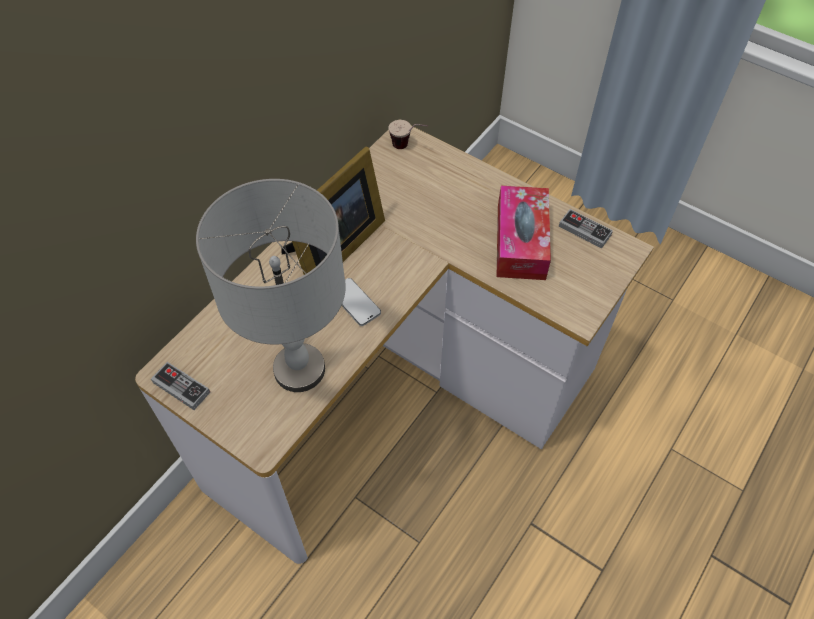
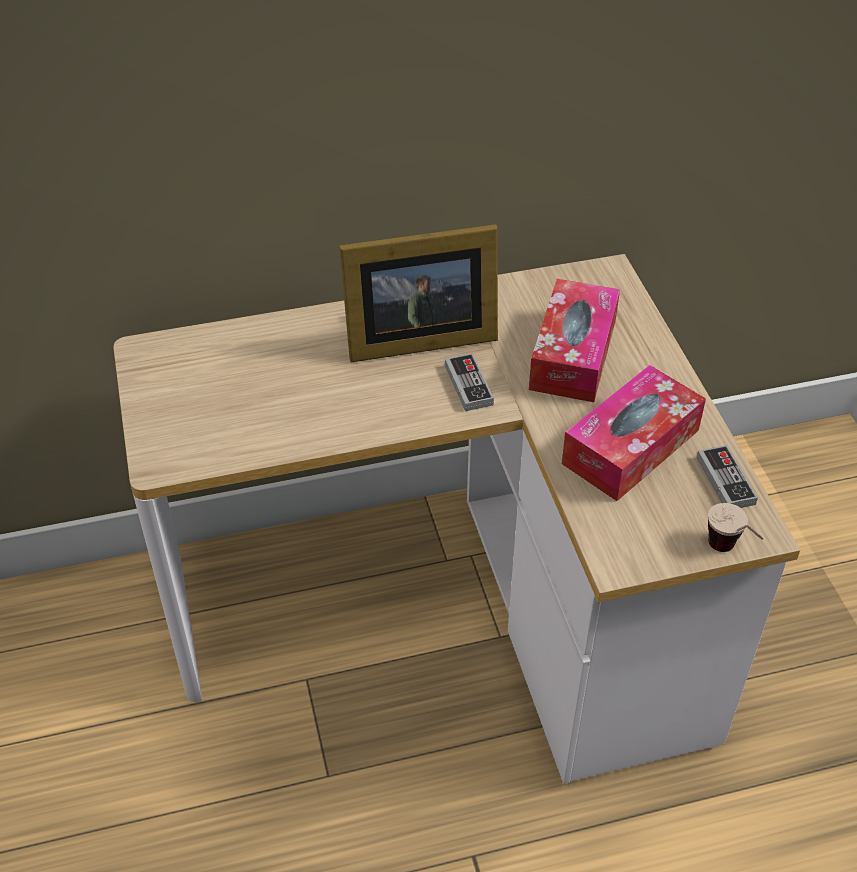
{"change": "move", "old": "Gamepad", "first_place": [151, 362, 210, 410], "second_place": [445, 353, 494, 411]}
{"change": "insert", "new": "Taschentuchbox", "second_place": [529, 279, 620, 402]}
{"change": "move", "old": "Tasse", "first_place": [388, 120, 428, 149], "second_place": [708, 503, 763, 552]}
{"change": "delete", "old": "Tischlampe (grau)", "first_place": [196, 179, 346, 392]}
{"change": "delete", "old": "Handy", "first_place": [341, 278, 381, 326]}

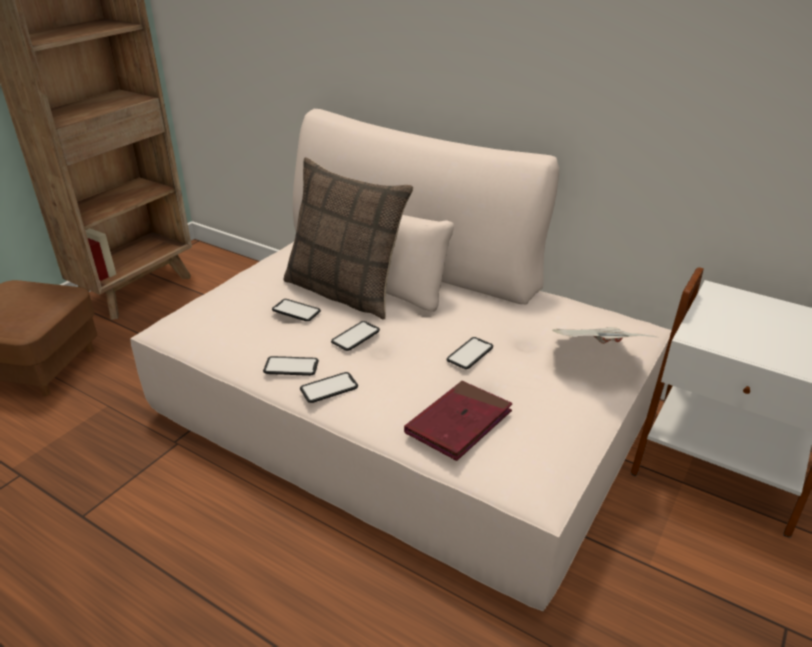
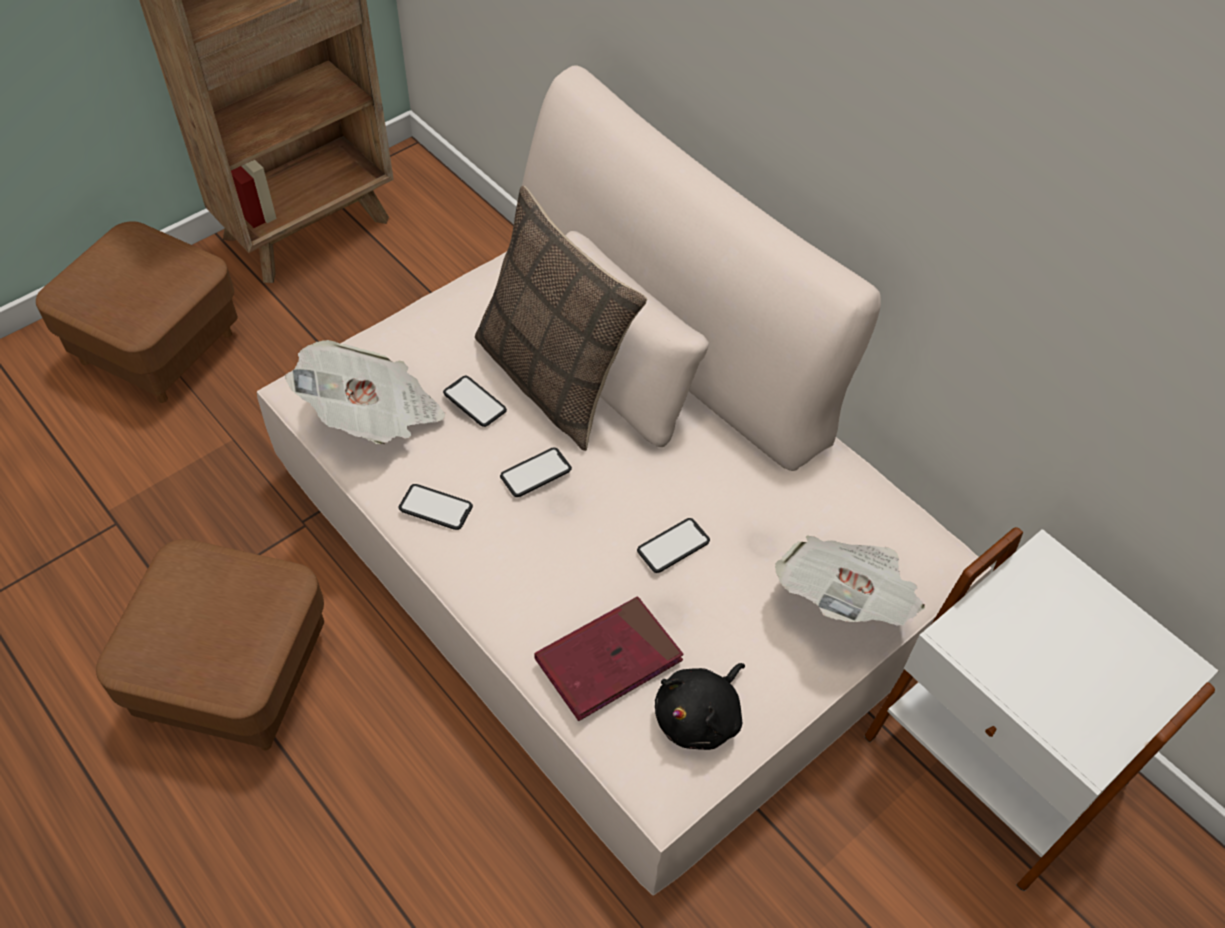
{"change": "insert", "new": "Polsterhocker (braun)", "second_place": [96, 539, 324, 750]}
{"change": "insert", "new": "Zeitung", "second_place": [285, 340, 445, 444]}
{"change": "insert", "new": "Plüschtier (schwarz)", "second_place": [655, 663, 745, 750]}
{"change": "delete", "old": "Handy", "first_place": [300, 372, 358, 403]}

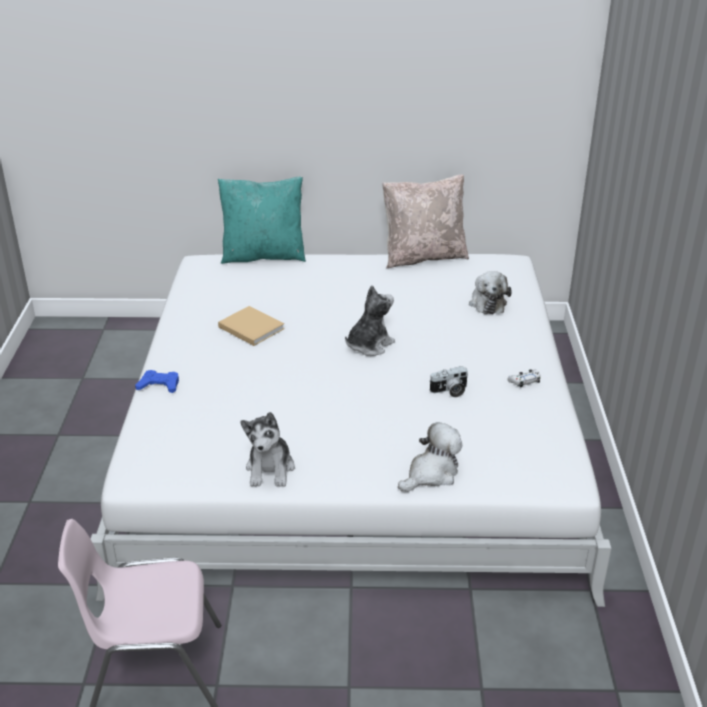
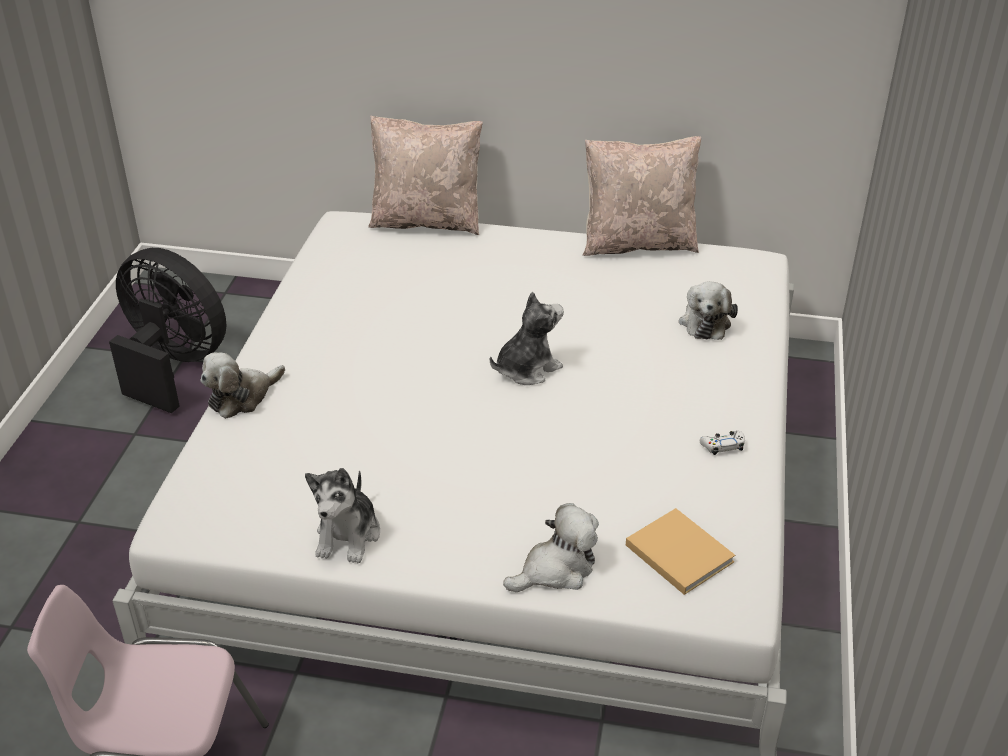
{"change": "insert", "new": "Ventilator (schwarz)", "second_place": [109, 248, 226, 413]}
{"change": "replace", "old": "Gamepad (blau)", "new": "Plüschtier", "first_place": [135, 370, 179, 393], "second_place": [201, 352, 285, 419]}
{"change": "recolor", "old": "Kissen (türkis)", "new": "Kissen (beige)", "first_place": [218, 177, 306, 264], "second_place": [368, 115, 483, 235]}
{"change": "move", "old": "Buch (beige)", "first_place": [218, 306, 285, 346], "second_place": [626, 508, 735, 595]}
{"change": "delete", "old": "Kamera", "first_place": [429, 366, 468, 397]}

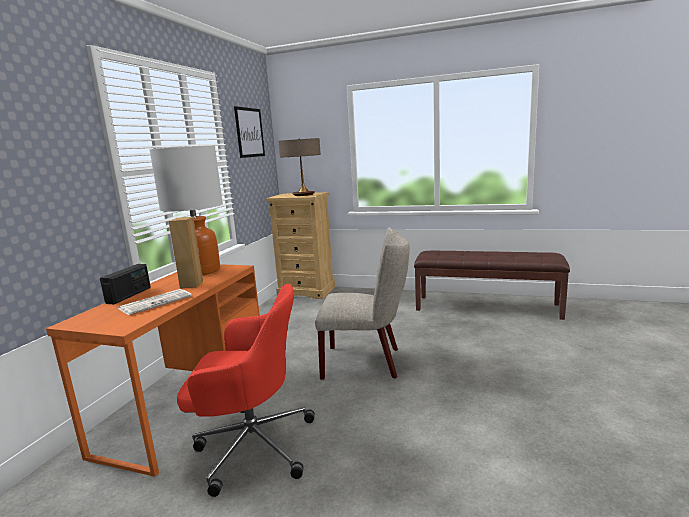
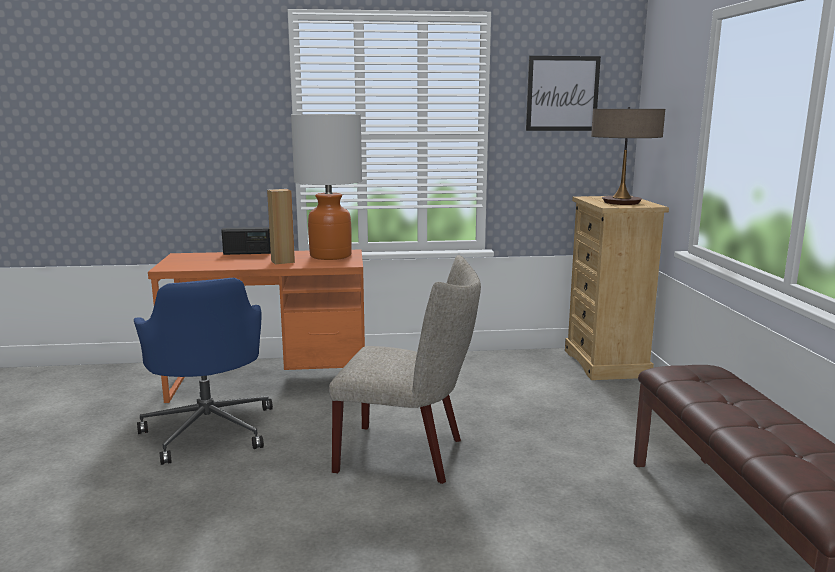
{"change": "recolor", "old": "Bürostuhl (rot)", "new": "Bürostuhl (blau)", "first_place": [177, 284, 315, 497], "second_place": [134, 278, 273, 465]}
{"change": "rotate", "old": "Stuhl (beige)", "first_place": [315, 227, 410, 380], "second_place": [329, 255, 481, 484], "degrees": -60}
{"change": "delete", "old": "Zeitung", "first_place": [118, 289, 192, 315]}

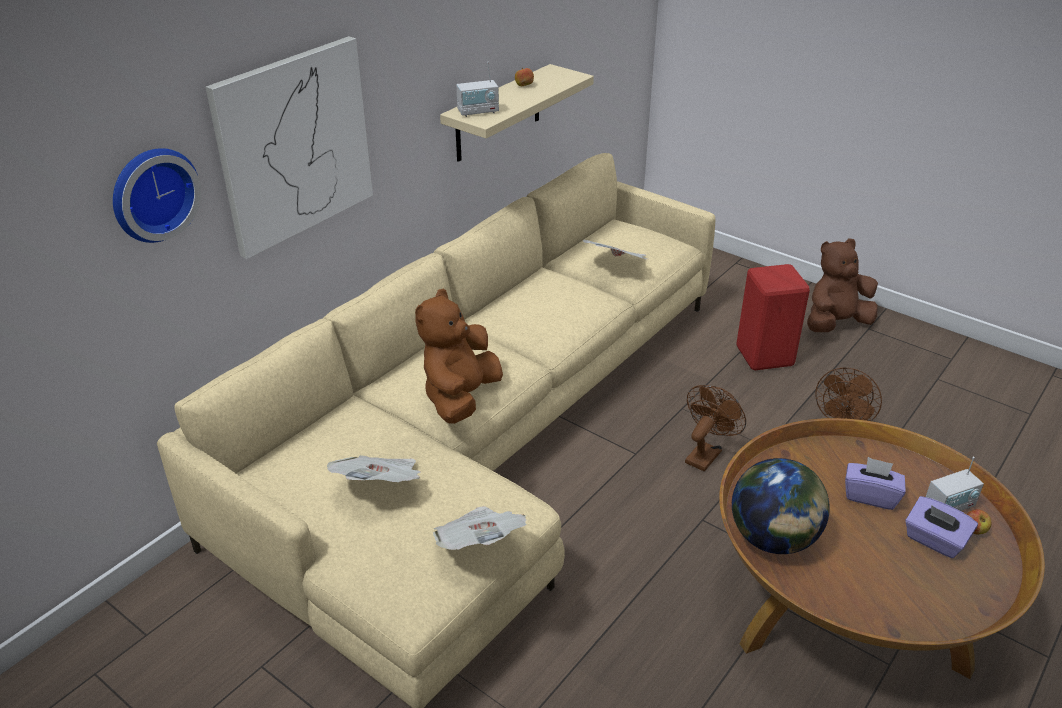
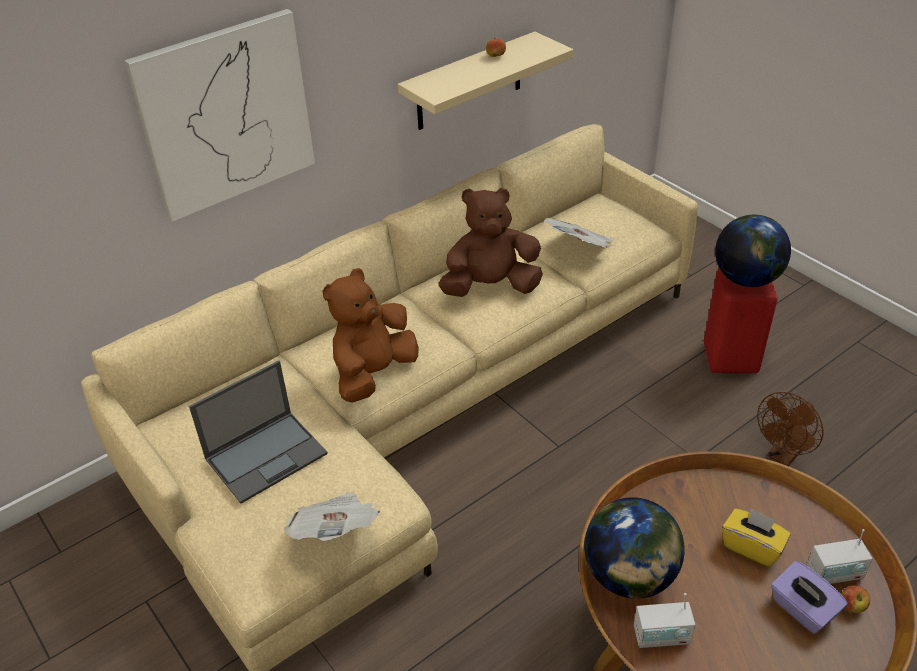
{"change": "replace", "old": "Zeitung", "new": "Laptop", "first_place": [327, 455, 421, 482], "second_place": [189, 360, 328, 504]}
{"change": "move", "old": "Plüschtier (braun)", "first_place": [807, 238, 878, 332], "second_place": [439, 188, 543, 297]}
{"change": "move", "old": "Radio", "first_place": [456, 62, 499, 117], "second_place": [634, 593, 696, 648]}
{"change": "insert", "new": "Globus", "second_place": [715, 215, 791, 287]}
{"change": "recolor", "old": "Taschentuchbox (lila)", "new": "Taschentuchbox (gelb)", "first_place": [845, 457, 906, 510], "second_place": [722, 508, 791, 567]}
{"change": "delete", "old": "Wanduhr", "first_place": [113, 148, 201, 243]}
{"change": "delete", "old": "Ventilator (braun)", "first_place": [685, 385, 746, 471]}

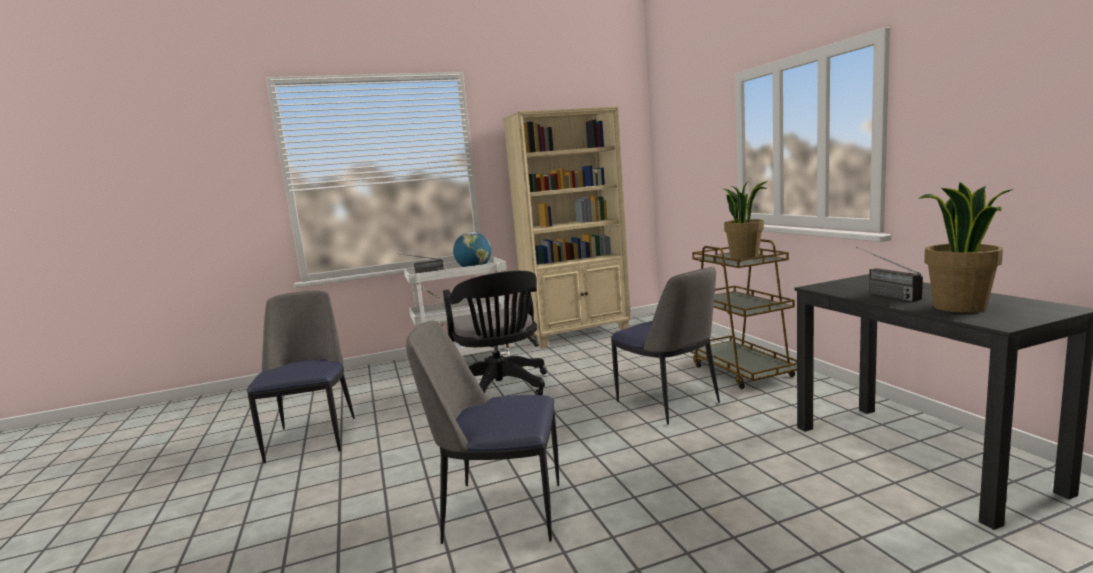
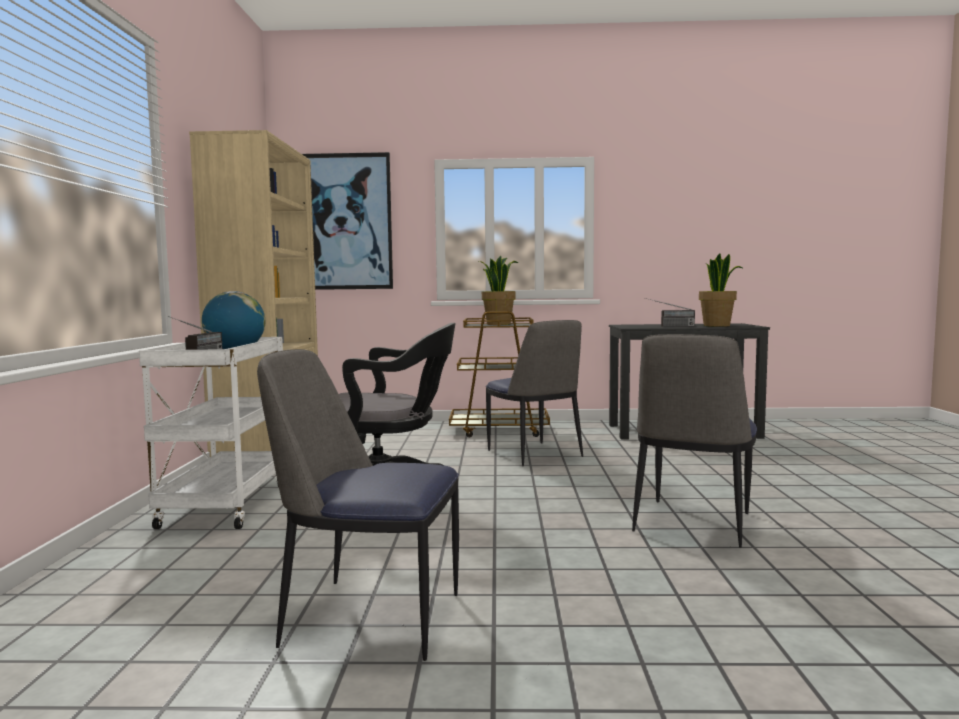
{"change": "insert", "new": "Bild", "second_place": [302, 152, 393, 290]}
{"change": "rotate", "old": "Stuhl", "first_place": [611, 267, 720, 425], "second_place": [486, 320, 583, 466], "degrees": 75}

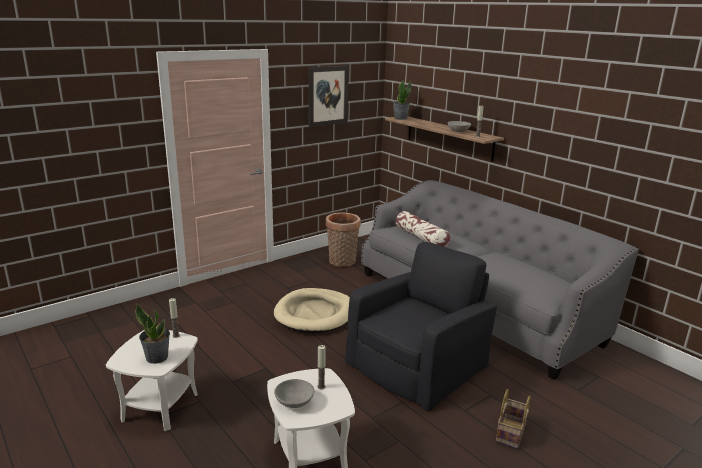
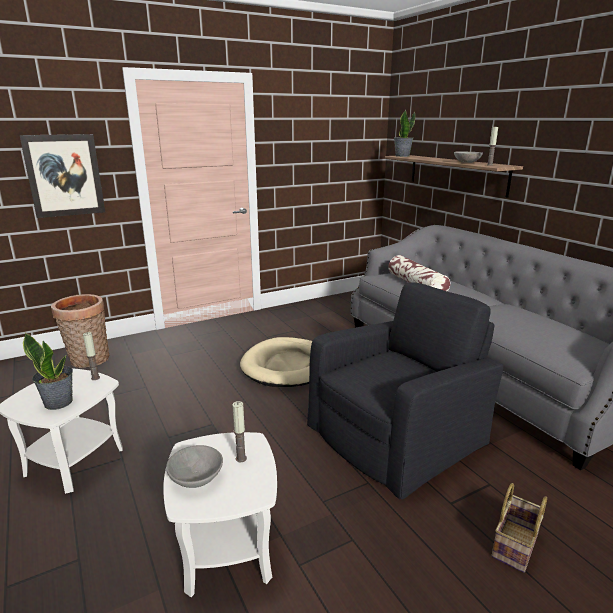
{"change": "move", "old": "Bild", "first_place": [308, 66, 349, 127], "second_place": [20, 134, 105, 218]}
{"change": "move", "old": "Korb", "first_place": [326, 212, 361, 267], "second_place": [51, 294, 109, 368]}

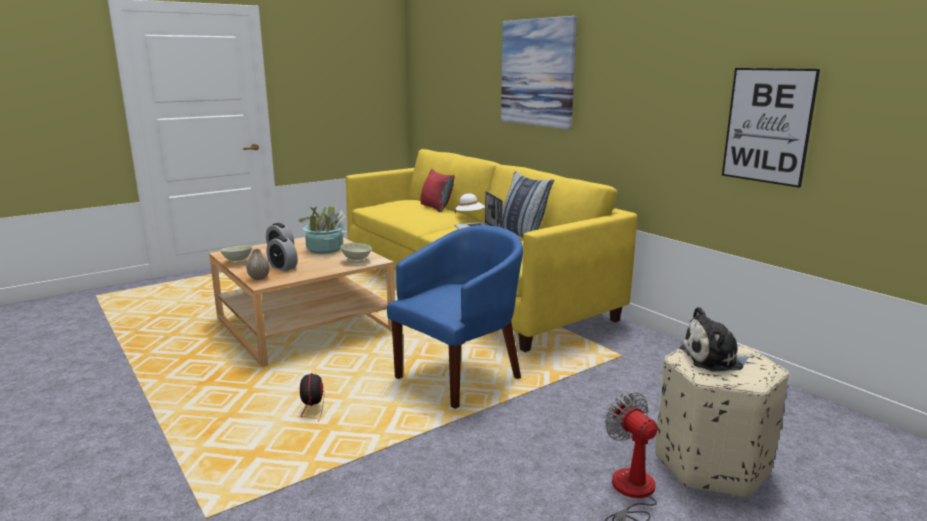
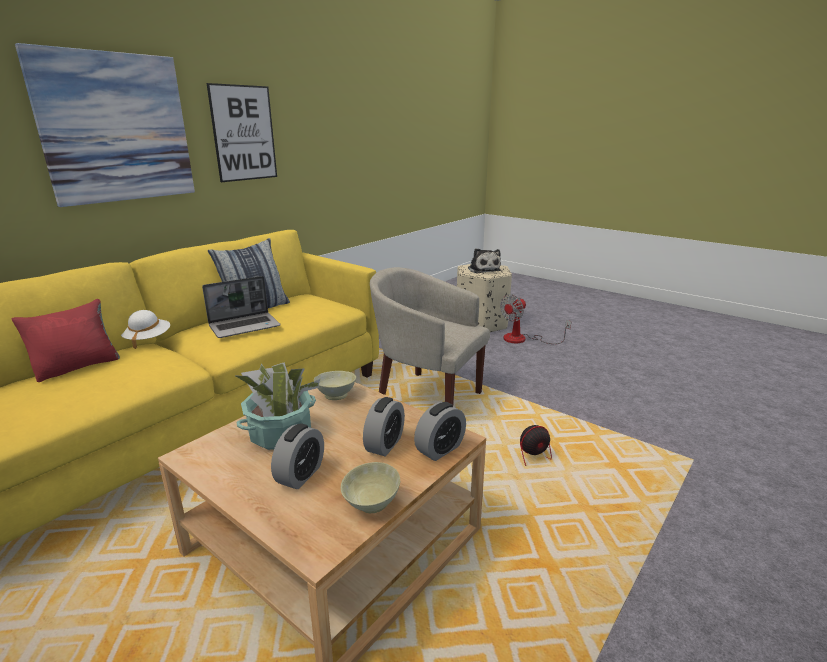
{"change": "move", "old": "Bild", "first_place": [722, 68, 820, 188], "second_place": [207, 83, 277, 182]}
{"change": "recolor", "old": "Sessel (blau)", "new": "Sessel (beige)", "first_place": [387, 225, 523, 409], "second_place": [370, 267, 490, 405]}
{"change": "replace", "old": "Vase", "new": "Wecker", "first_place": [246, 249, 270, 280], "second_place": [414, 402, 466, 461]}

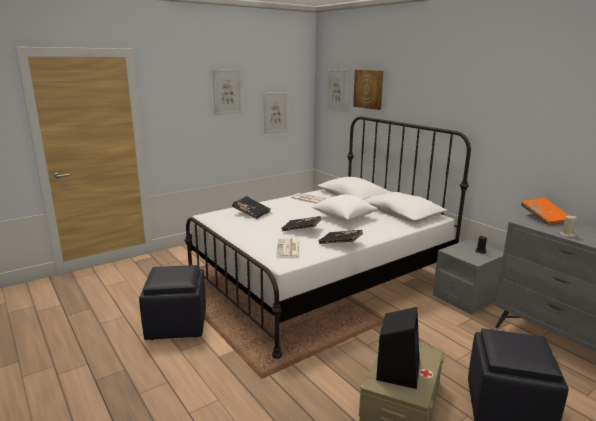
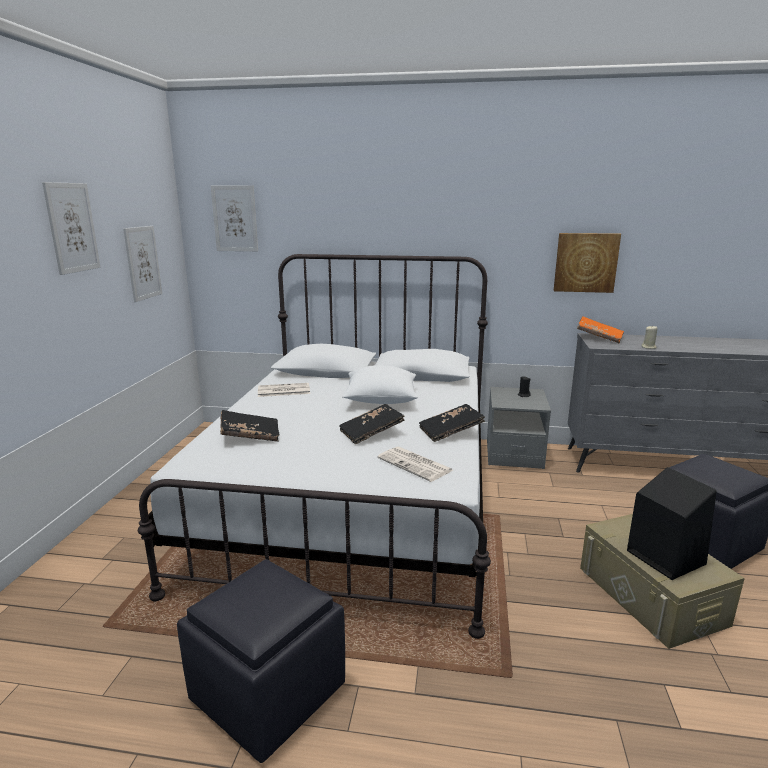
{"change": "move", "old": "Bild", "first_place": [353, 70, 383, 110], "second_place": [554, 233, 621, 293]}

